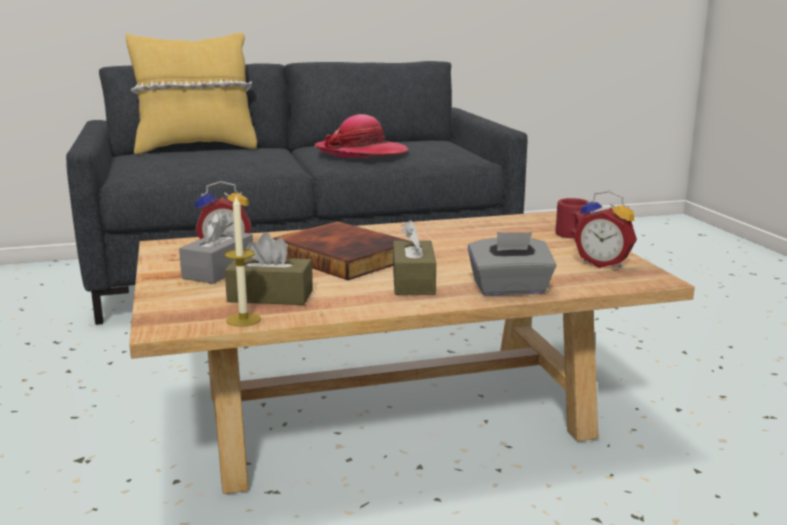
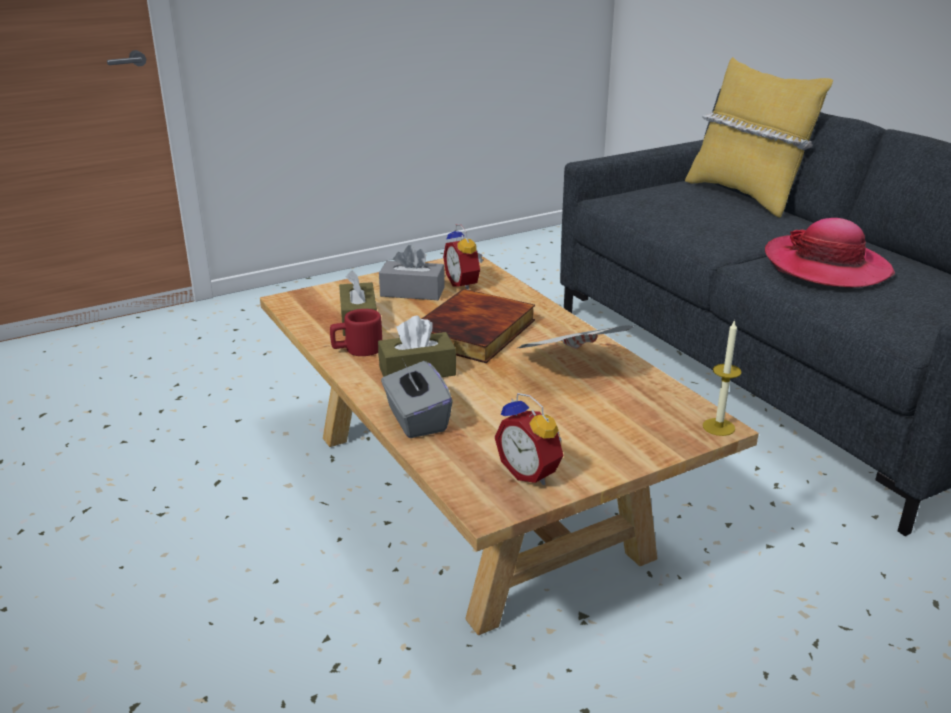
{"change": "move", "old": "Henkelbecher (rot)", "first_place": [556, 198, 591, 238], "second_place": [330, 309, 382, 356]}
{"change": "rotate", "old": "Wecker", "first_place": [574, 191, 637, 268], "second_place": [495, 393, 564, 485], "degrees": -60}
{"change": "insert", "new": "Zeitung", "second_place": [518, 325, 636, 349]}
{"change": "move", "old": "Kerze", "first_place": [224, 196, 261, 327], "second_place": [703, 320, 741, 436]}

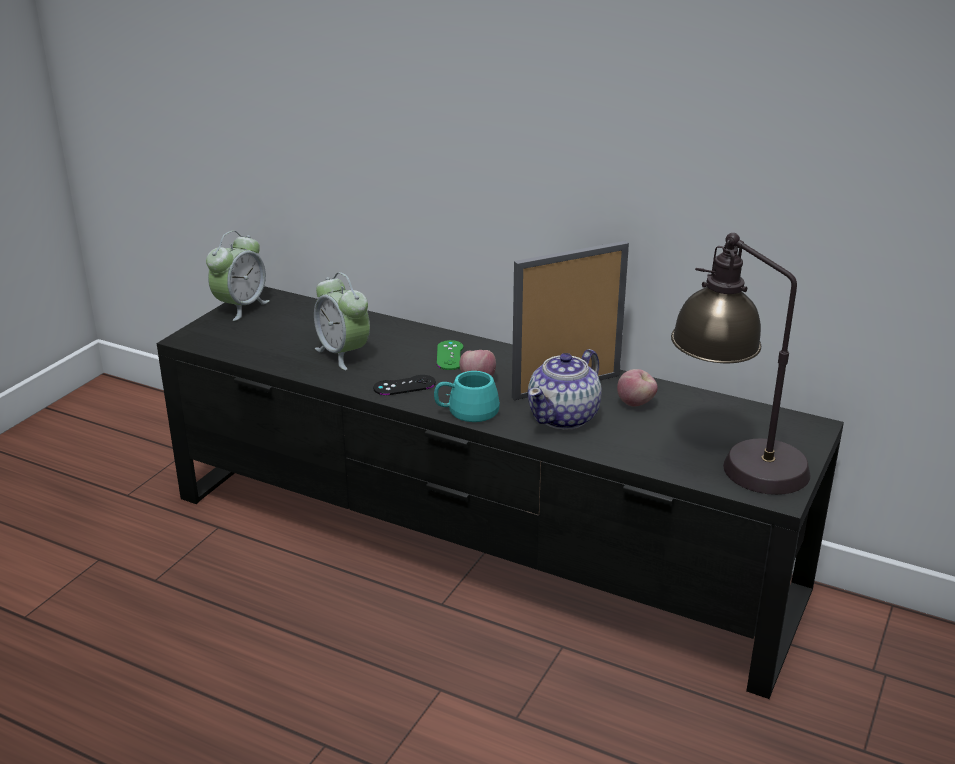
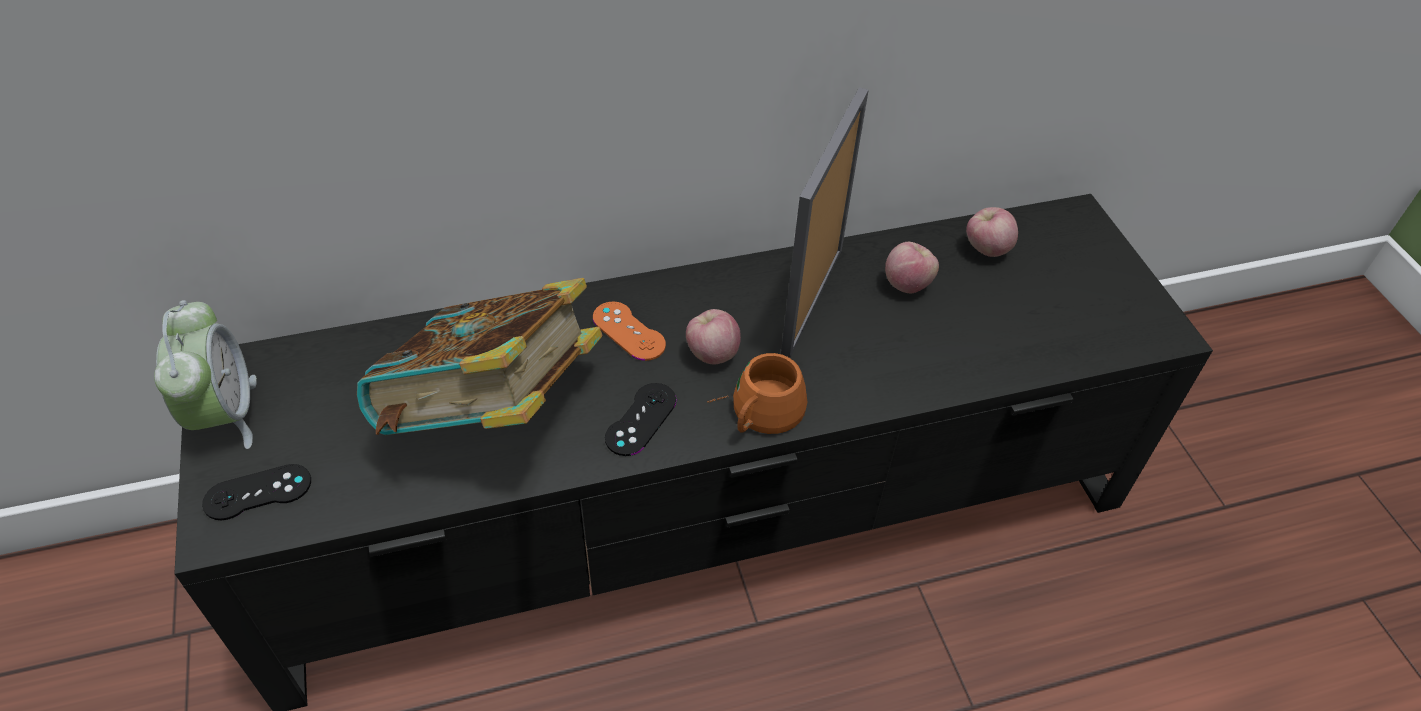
{"change": "insert", "new": "Gamepad (schwarz)", "second_place": [202, 464, 311, 520]}
{"change": "replace", "old": "Wecker", "new": "Buch", "first_place": [314, 272, 370, 370], "second_place": [357, 278, 603, 435]}
{"change": "recolor", "old": "Gamepad (grün)", "new": "Gamepad (orange)", "first_place": [437, 340, 463, 370], "second_place": [593, 302, 666, 361]}
{"change": "recolor", "old": "Henkelbecher (türkis)", "new": "Henkelbecher (orange)", "first_place": [434, 371, 500, 422], "second_place": [707, 353, 807, 434]}
{"change": "insert", "new": "Apfel", "second_place": [966, 207, 1018, 257]}
{"change": "delete", "old": "Teekanne", "first_place": [528, 349, 602, 430]}
{"change": "delete", "old": "Tischlampe", "first_place": [671, 233, 810, 495]}

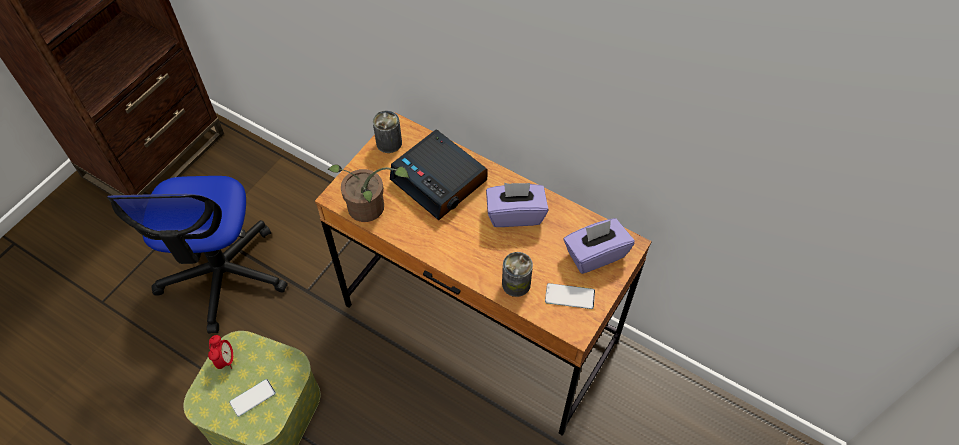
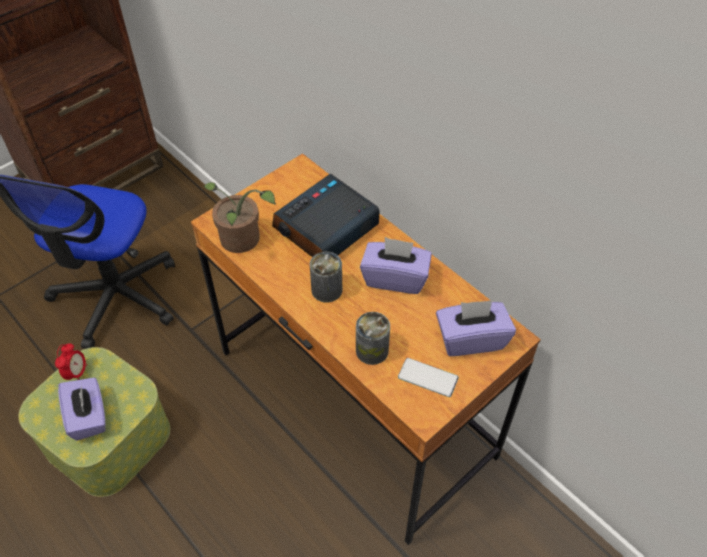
{"change": "replace", "old": "Handy", "new": "Taschentuchbox (lila)", "first_place": [229, 379, 276, 417], "second_place": [58, 378, 106, 441]}
{"change": "rotate", "old": "Wecker", "first_place": [390, 129, 488, 220], "second_place": [272, 174, 380, 257], "degrees": 75}
{"change": "move", "old": "Dose", "first_place": [373, 110, 402, 153], "second_place": [310, 252, 342, 303]}

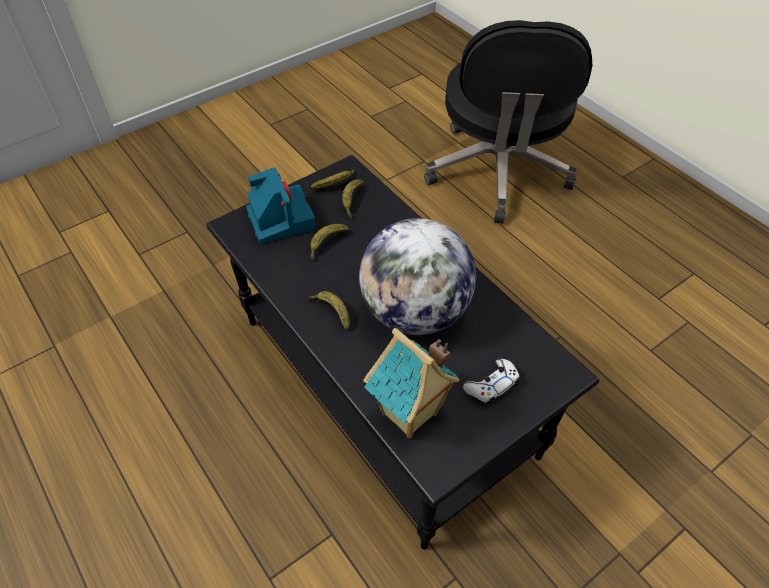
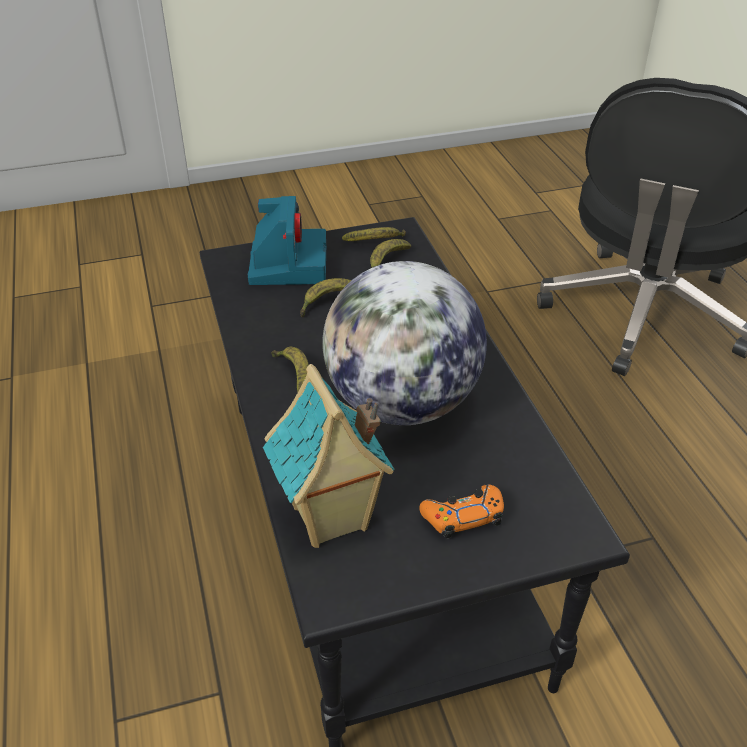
{"change": "recolor", "old": "Gamepad (weiß)", "new": "Gamepad (orange)", "first_place": [463, 359, 520, 405], "second_place": [419, 484, 504, 539]}

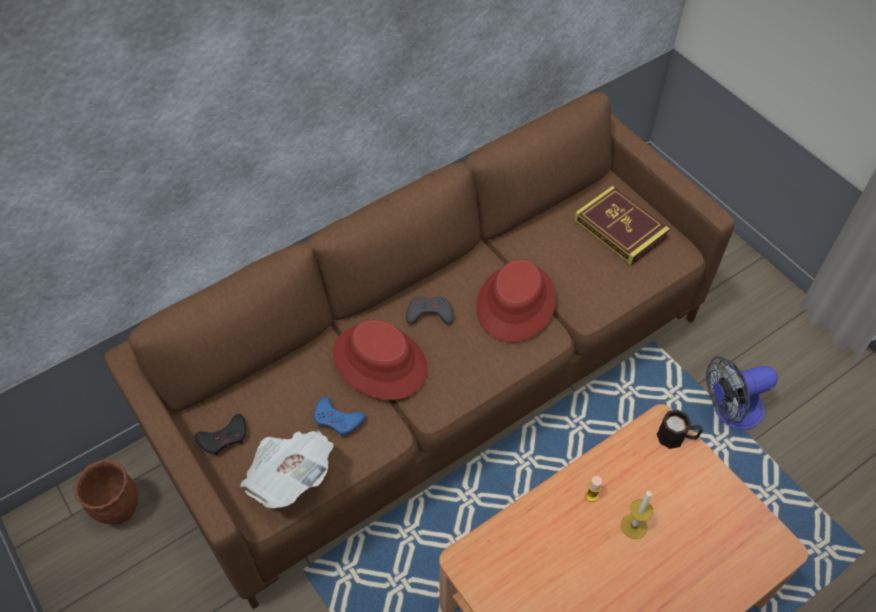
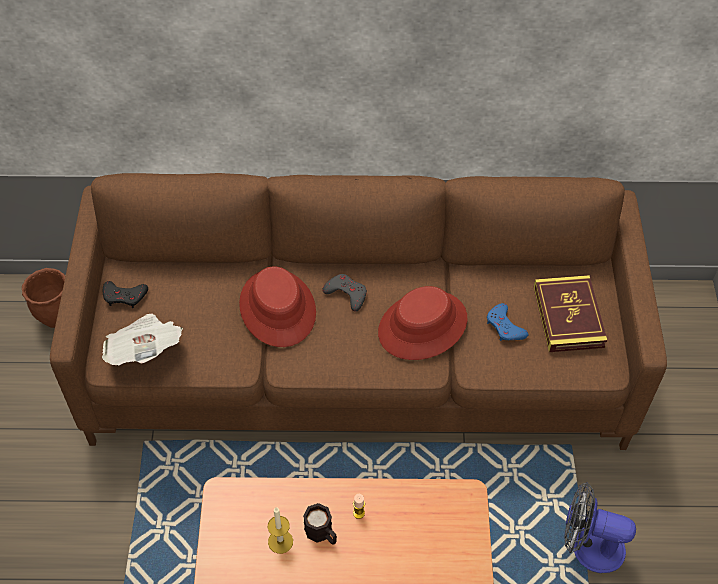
{"change": "move", "old": "Kerze", "first_place": [621, 490, 653, 539], "second_place": [268, 507, 293, 554]}
{"change": "move", "old": "Henkelbecher (schwarz)", "first_place": [657, 410, 703, 449], "second_place": [303, 503, 337, 545]}
{"change": "move", "old": "Gamepad (blau)", "first_place": [314, 397, 365, 437], "second_place": [487, 303, 528, 341]}

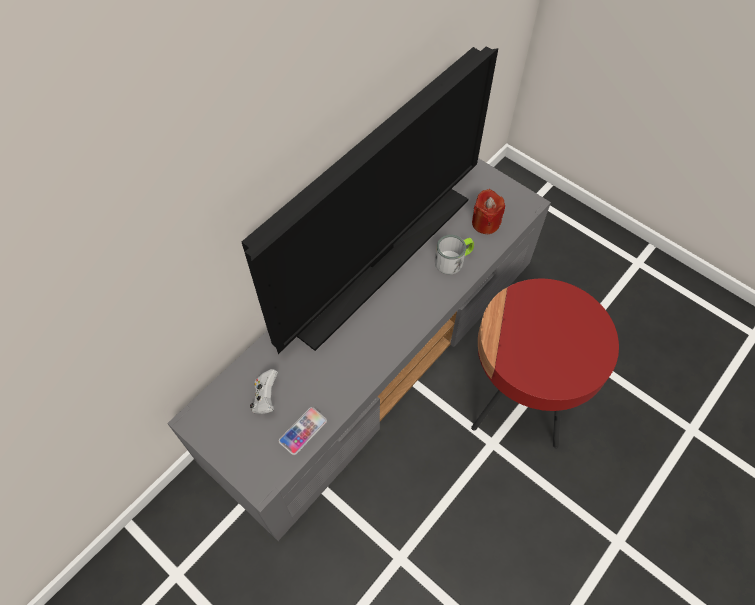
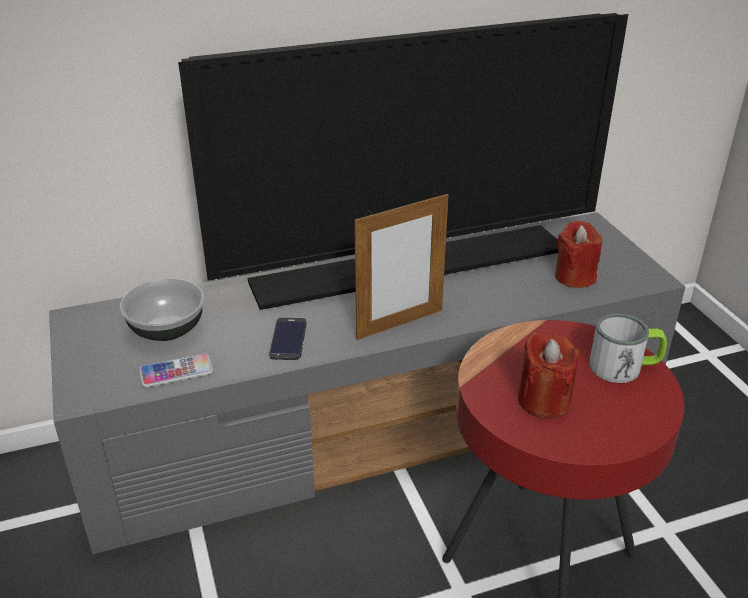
{"change": "replace", "old": "Gamepad (weiß)", "new": "Schüssel", "first_place": [250, 369, 278, 414], "second_place": [120, 278, 204, 341]}
{"change": "insert", "new": "Handy", "second_place": [269, 317, 307, 360]}
{"change": "insert", "new": "Bilderrahmen", "second_place": [354, 193, 449, 340]}
{"change": "insert", "new": "Kerze (rot)", "second_place": [518, 331, 579, 418]}
{"change": "move", "old": "Henkelbecher", "first_place": [435, 235, 474, 274], "second_place": [589, 313, 667, 383]}

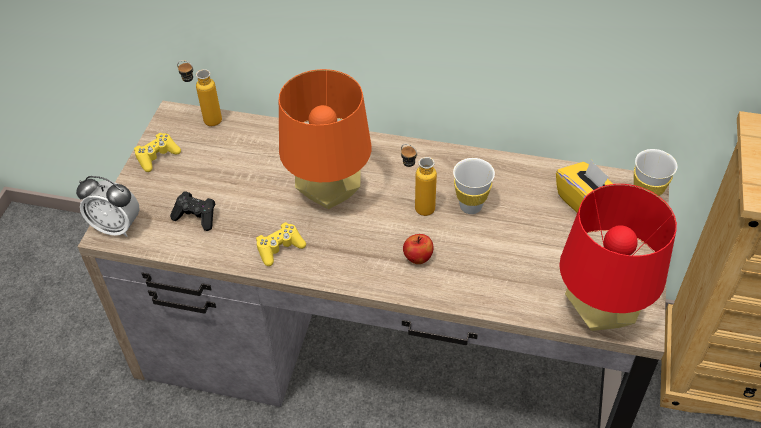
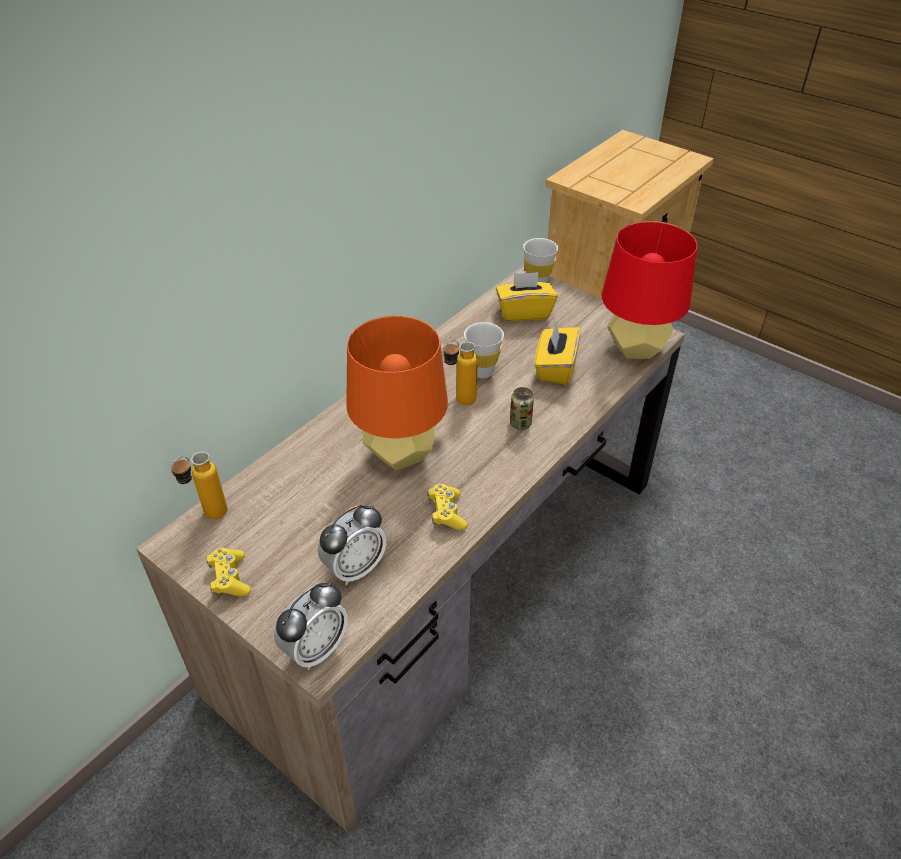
{"change": "replace", "old": "Gamepad (schwarz)", "new": "Wecker", "first_place": [170, 191, 215, 231], "second_place": [318, 505, 387, 585]}
{"change": "replace", "old": "Apfel", "new": "Dose", "first_place": [403, 234, 433, 264], "second_place": [510, 387, 534, 430]}
{"change": "insert", "new": "Taschentuchbox (gelb)", "second_place": [535, 322, 581, 384]}

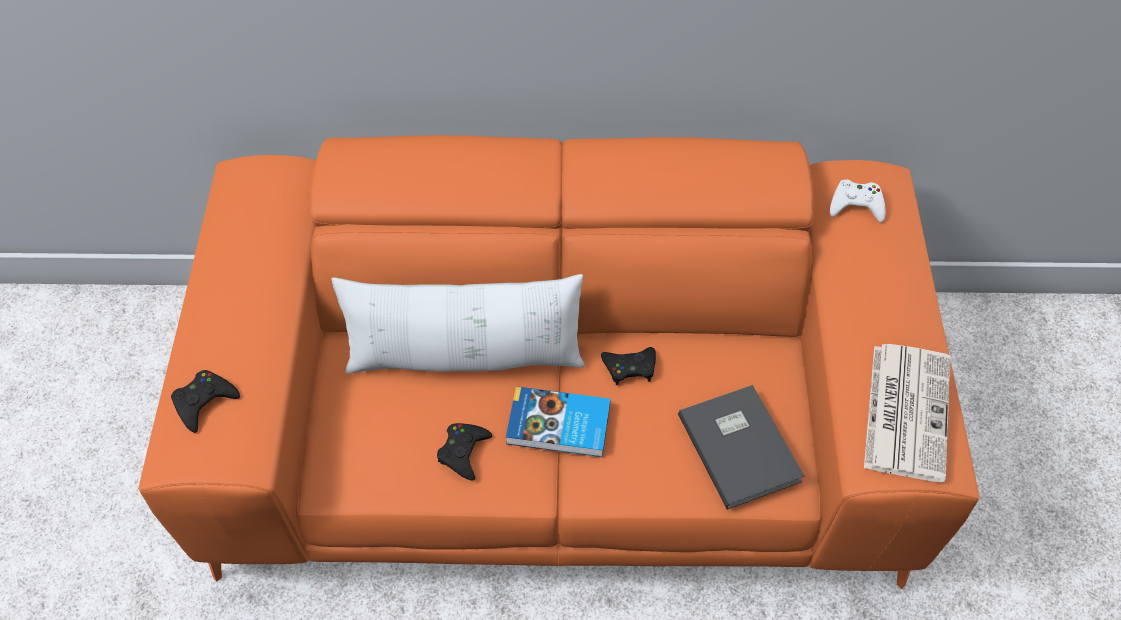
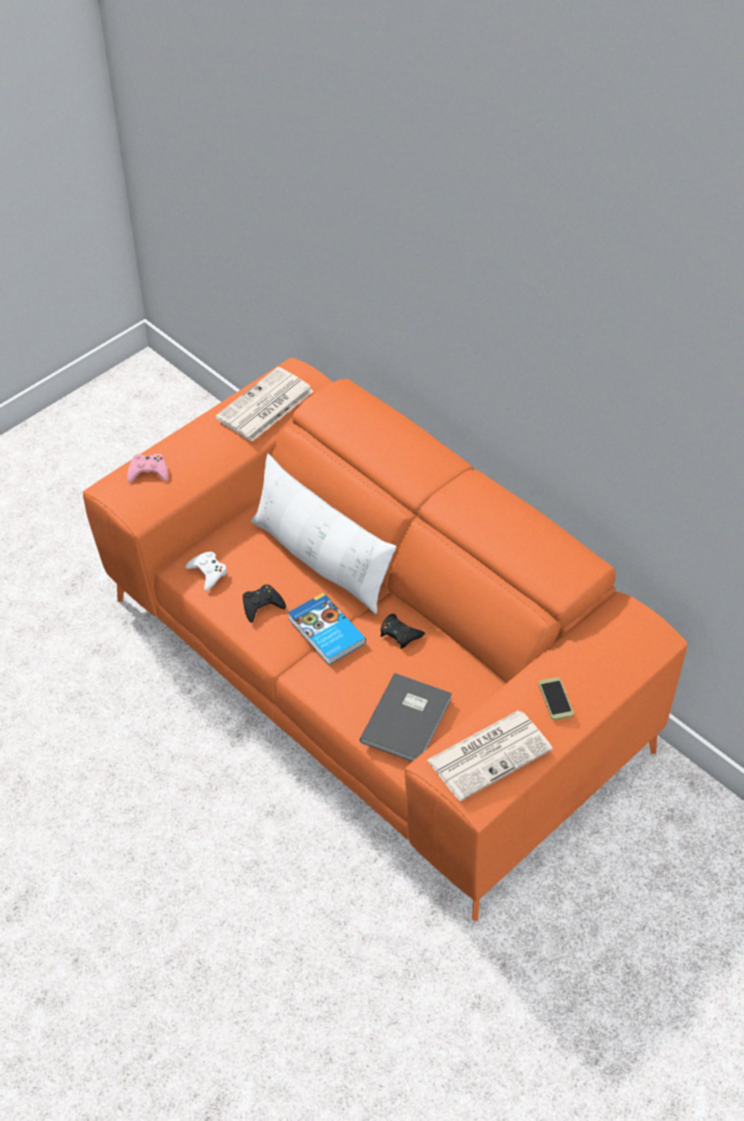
{"change": "recolor", "old": "Gamepad (schwarz)", "new": "Gamepad (rosa)", "first_place": [171, 370, 240, 433], "second_place": [127, 454, 168, 483]}
{"change": "move", "old": "Gamepad (weiß)", "first_place": [830, 180, 886, 223], "second_place": [186, 552, 227, 591]}
{"change": "insert", "new": "Zeitung", "second_place": [215, 367, 314, 442]}
{"change": "insert", "new": "Handy", "second_place": [538, 677, 574, 720]}

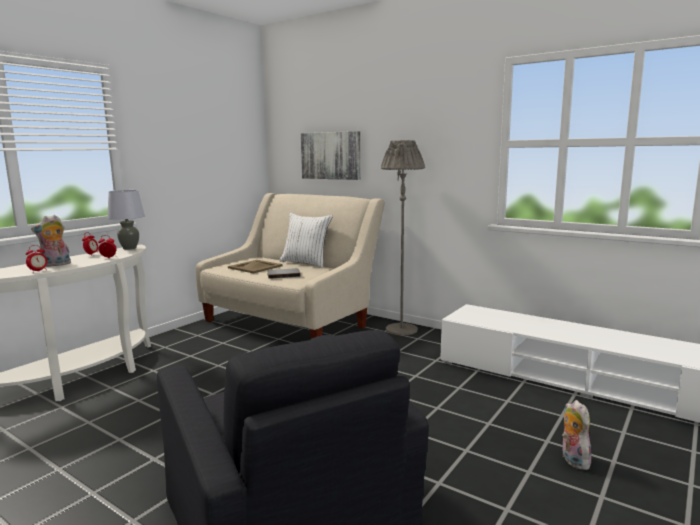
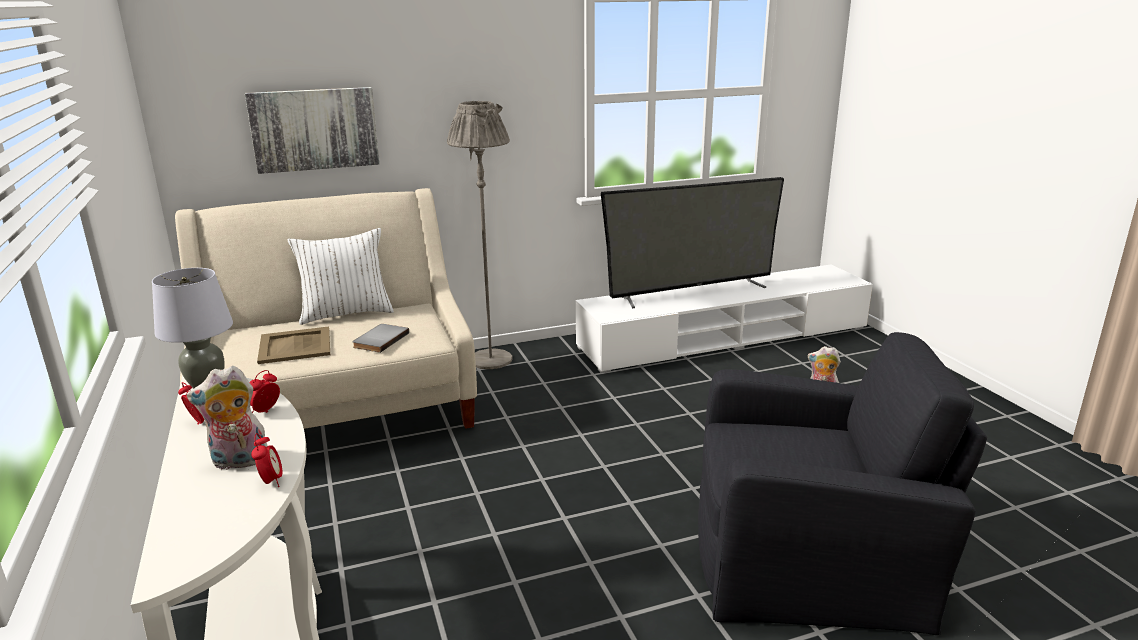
{"change": "rotate", "old": "Plüschtier", "first_place": [31, 215, 71, 267], "second_place": [187, 366, 268, 470], "degrees": 75}
{"change": "insert", "new": "Fernseher", "second_place": [601, 177, 784, 308]}

